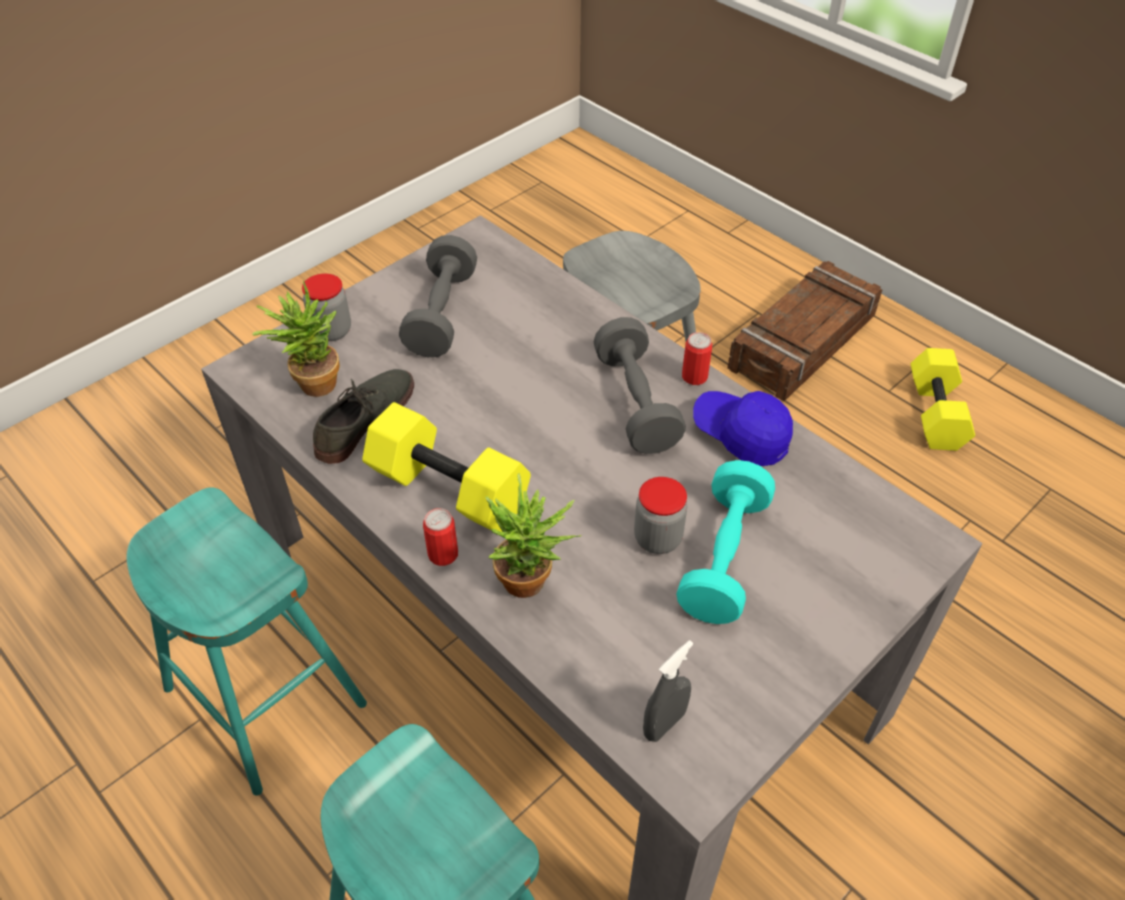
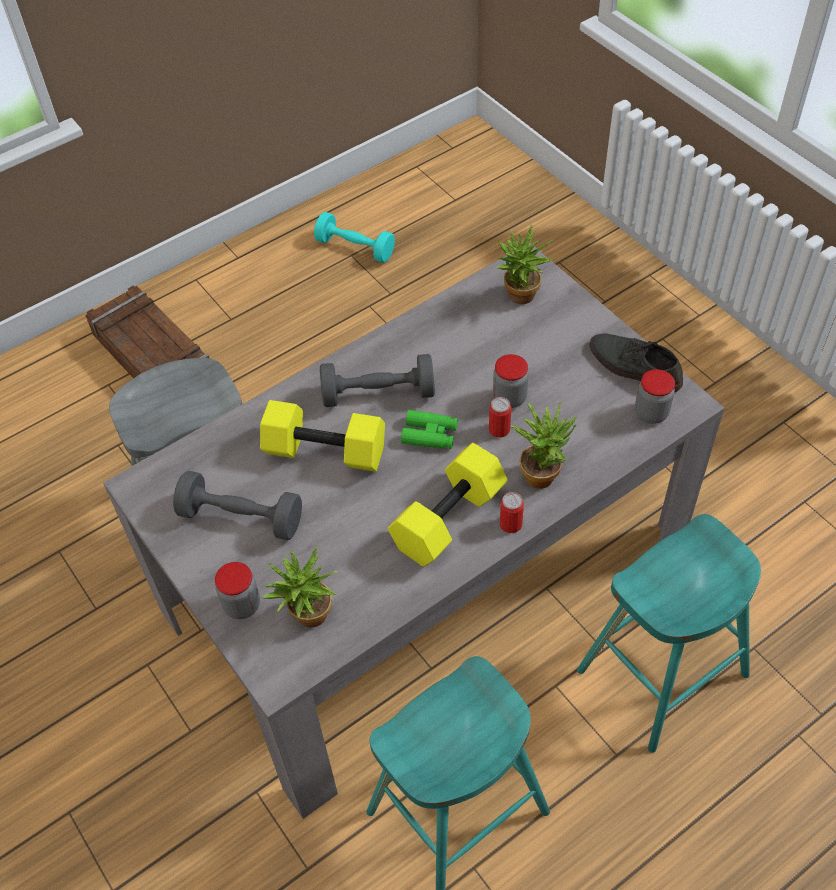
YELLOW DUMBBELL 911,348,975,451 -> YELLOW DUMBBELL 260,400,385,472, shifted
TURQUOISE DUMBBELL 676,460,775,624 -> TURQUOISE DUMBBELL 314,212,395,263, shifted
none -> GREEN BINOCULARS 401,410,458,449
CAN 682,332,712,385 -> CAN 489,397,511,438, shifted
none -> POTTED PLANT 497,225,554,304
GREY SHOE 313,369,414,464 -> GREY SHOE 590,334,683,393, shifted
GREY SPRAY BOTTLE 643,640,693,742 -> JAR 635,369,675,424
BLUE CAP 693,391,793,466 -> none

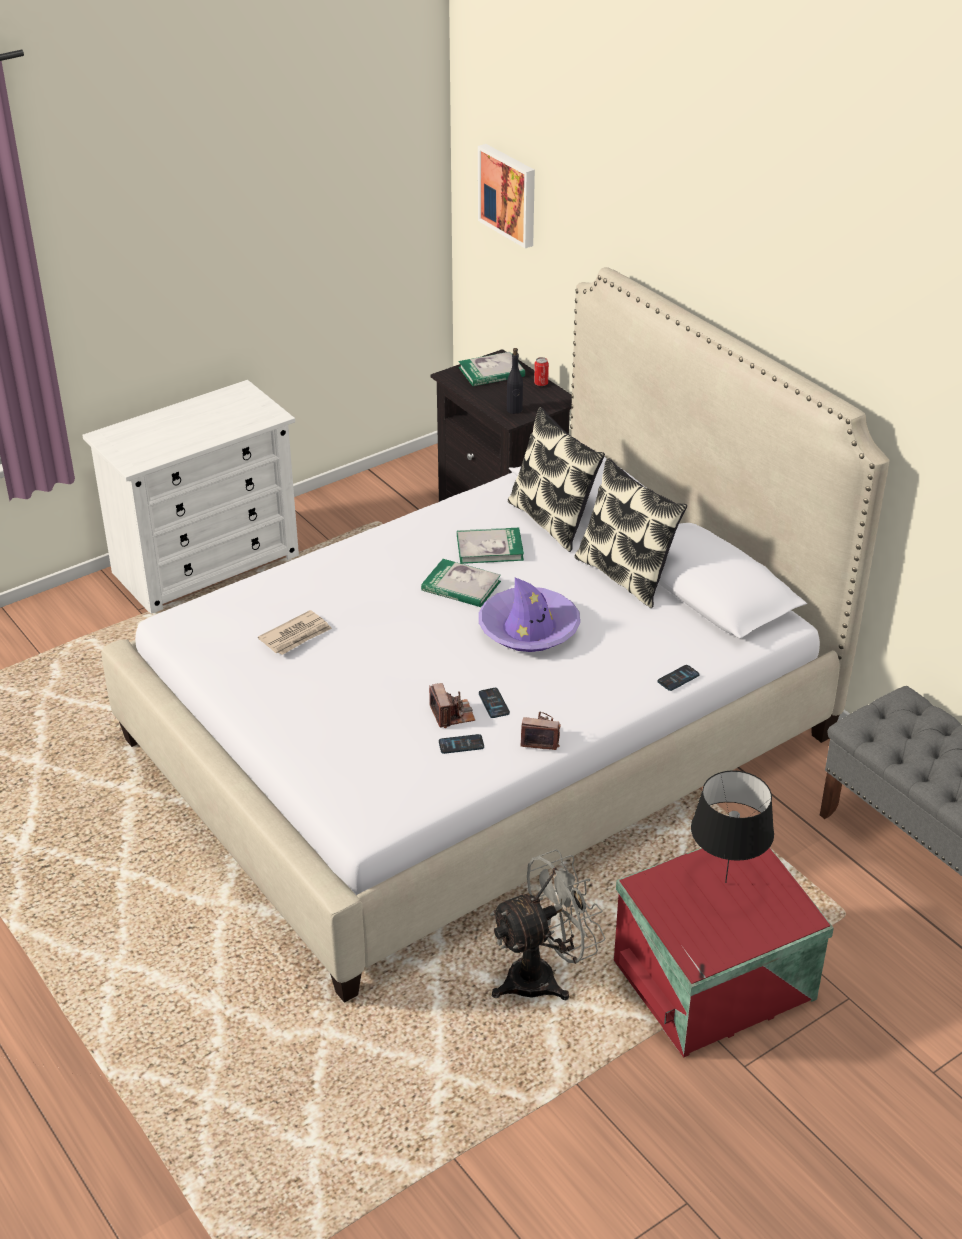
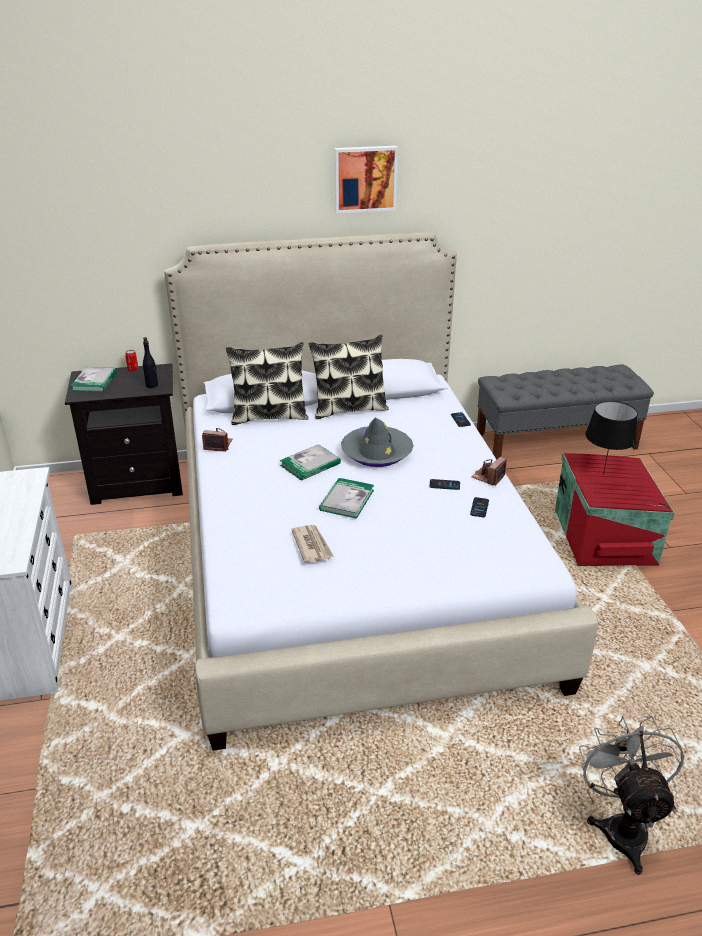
PHOTO CAMERA 429,683,475,728 -> PHOTO CAMERA 202,428,232,451, shifted
BOOK 457,528,524,564 -> BOOK 319,478,374,519, shifted
PICTURE 478,144,535,248 -> PICTURE 334,146,398,213, shifted
PURPLE HAT 479,577,580,652 -> GREY HAT 341,417,413,467
GREY FAN 490,849,605,1001 -> GREY FAN 579,716,684,875, shifted

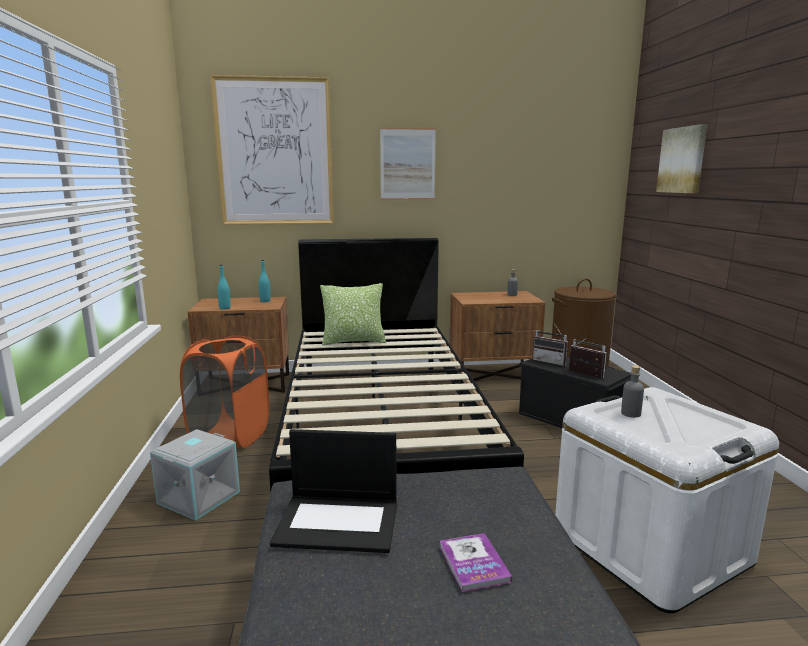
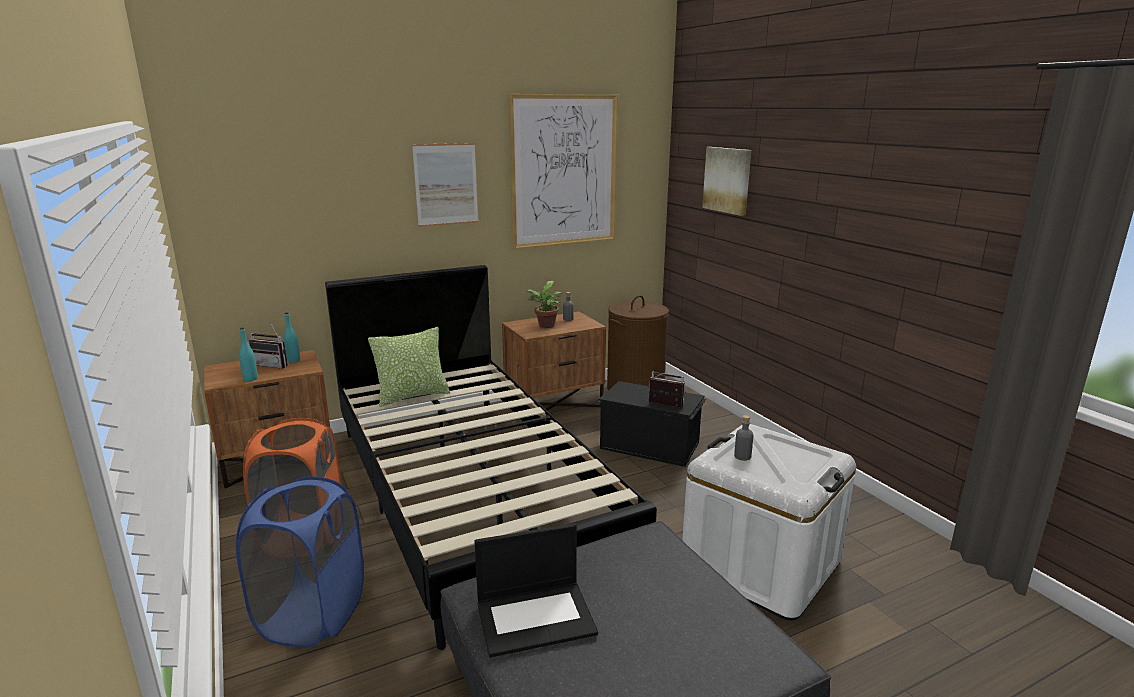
GREY STORAGE BOX 150,429,240,521 -> BLUE LAUNDRY BASKET 236,476,364,648
RADIO 533,322,569,366 -> RADIO 249,322,288,369, shifted
PICTURE 210,75,334,225 -> PICTURE 509,94,618,249, shifted
none -> POTTED PLANT 524,281,562,328
BOOK 439,533,512,592 -> none

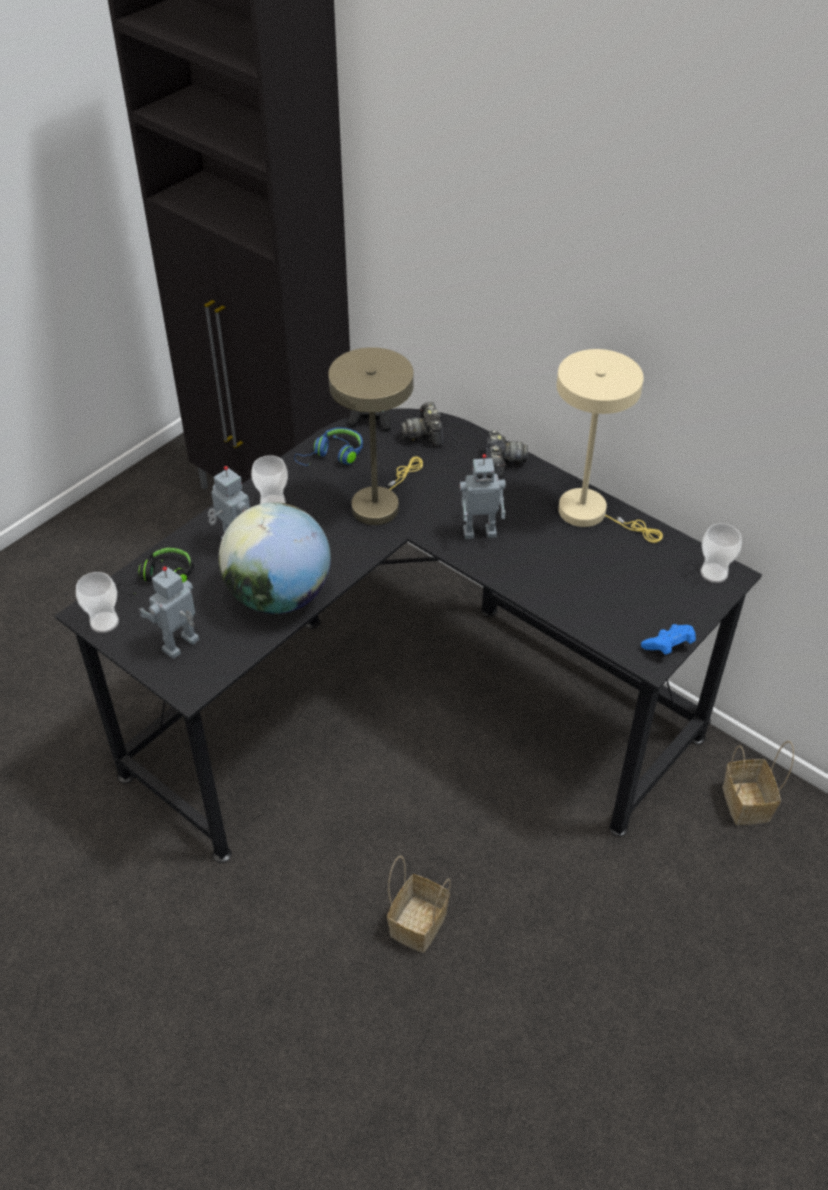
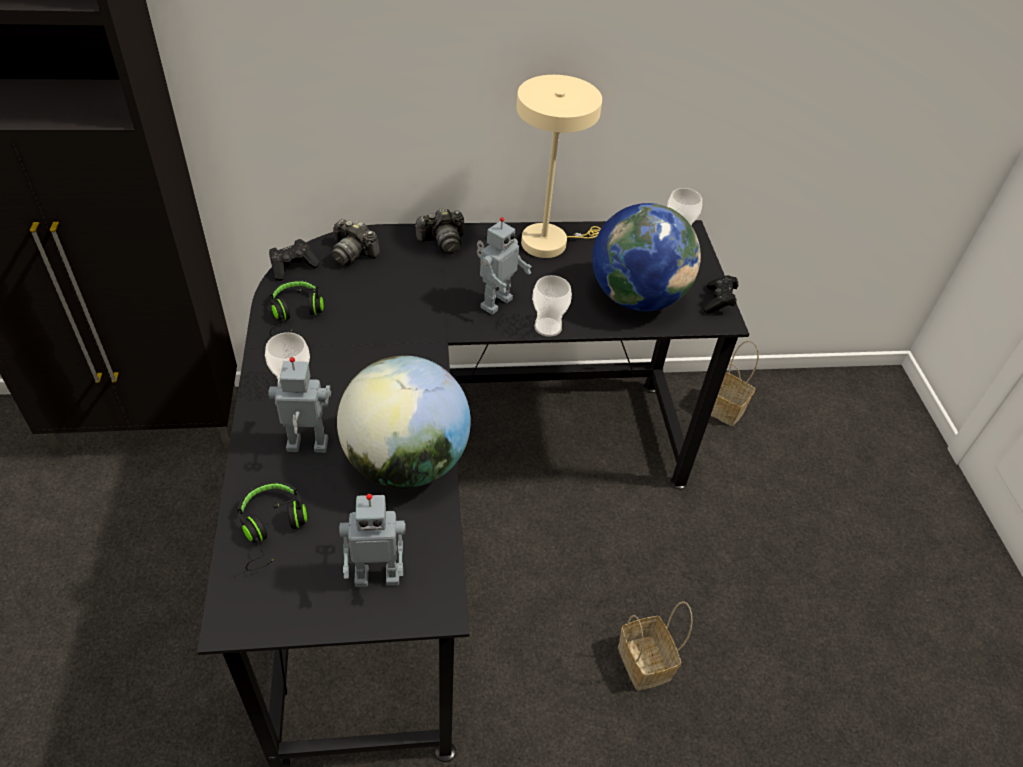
BLUE HEADPHONES 294,427,363,466 -> BLACK HEADPHONES 269,280,324,336
TOY ROBOT 139,566,199,659 -> TOY ROBOT 339,494,406,587, 90 degrees counterclockwise
PHOTO CAMERA 486,430,528,478 -> PHOTO CAMERA 415,208,464,254, 120 degrees clockwise
CUP 76,572,119,633 -> CUP 532,275,572,337, shifted
none -> GLOBE 592,203,701,311
BLUE GAME CONTROLLER 641,624,696,655 -> BLACK GAME CONTROLLER 703,275,738,314
BEIGE TABLE LAMP 328,347,423,525 -> none

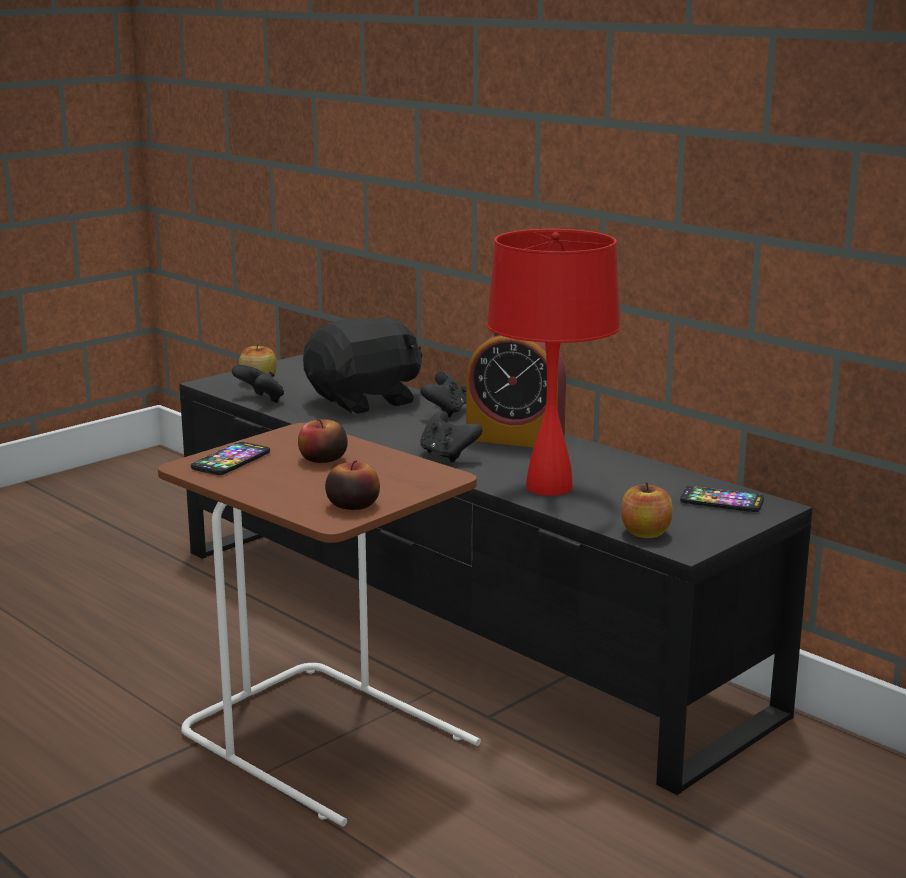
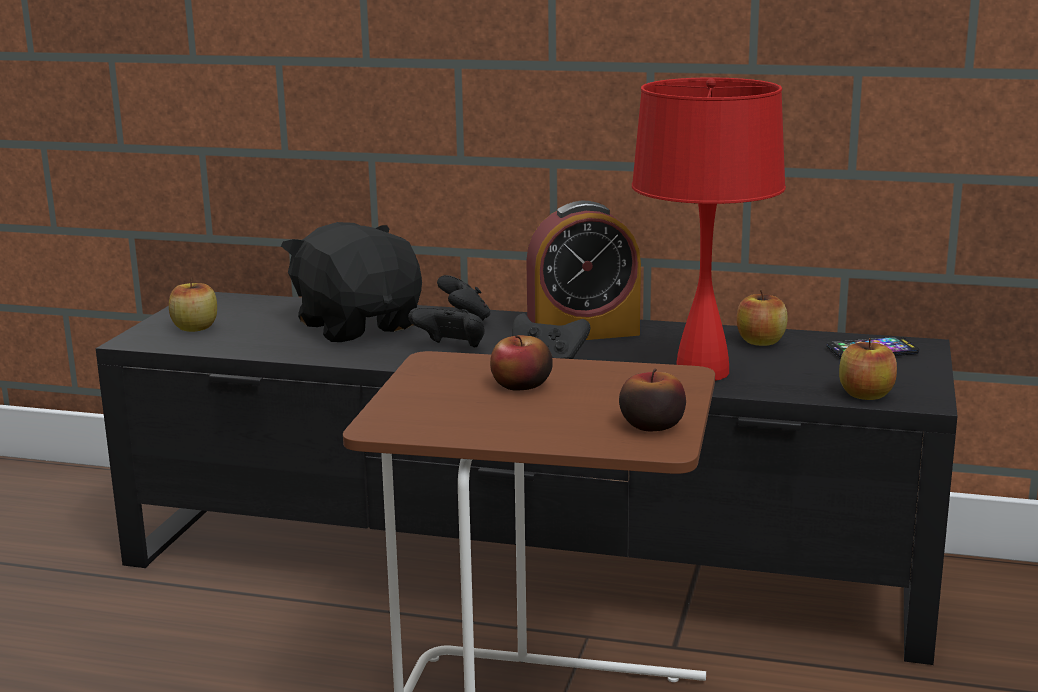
BLACK PLUSH TOY 303,317,423,414 -> BLACK PLUSH TOY 281,222,422,342, 60 degrees counterclockwise
BLACK GAME CONTROLLER 232,365,284,403 -> BLACK GAME CONTROLLER 408,308,484,348, shifted
none -> APPLE 737,290,788,346
PHONE 191,442,270,475 -> none

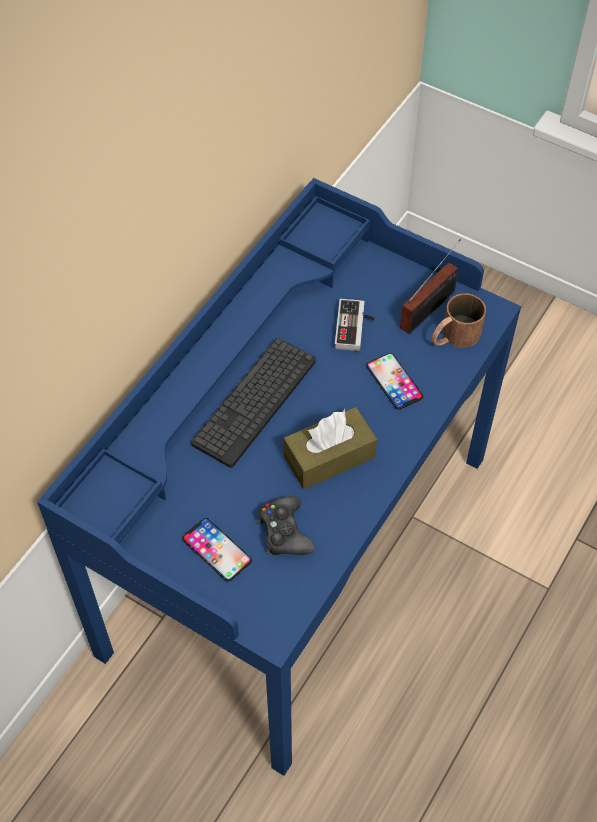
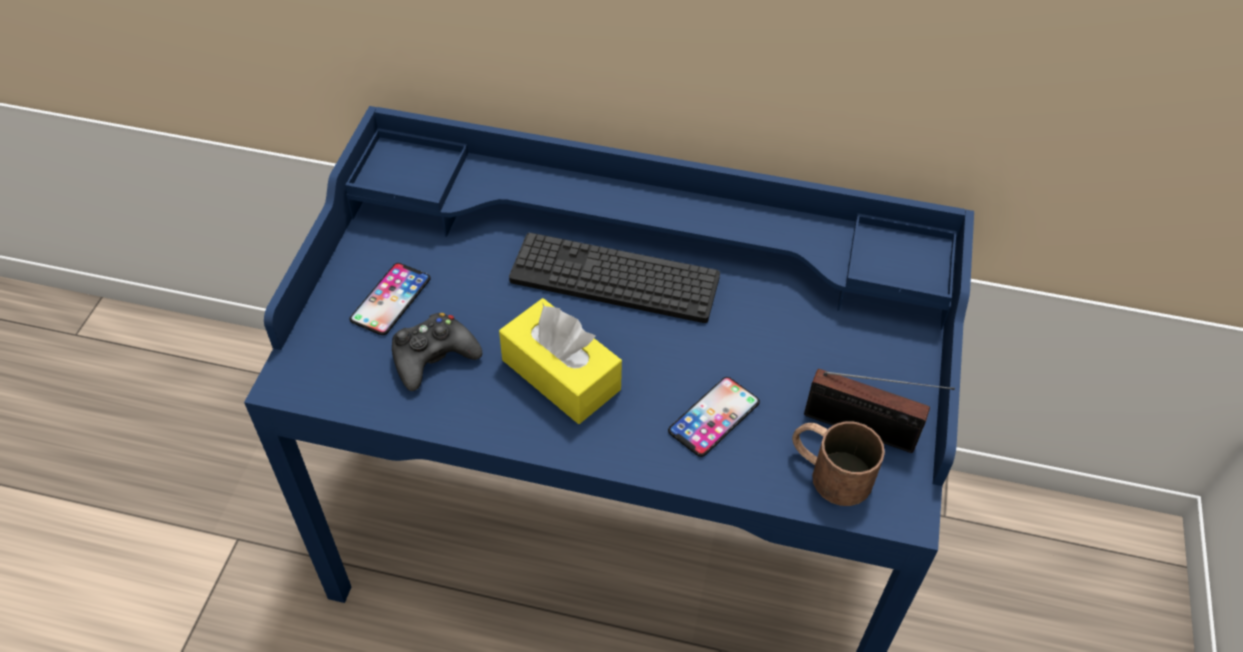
BROWN TISSUE BOX 284,407,377,489 -> YELLOW TISSUE BOX 499,298,622,424
GAME CONTROLLER 335,299,375,351 -> none

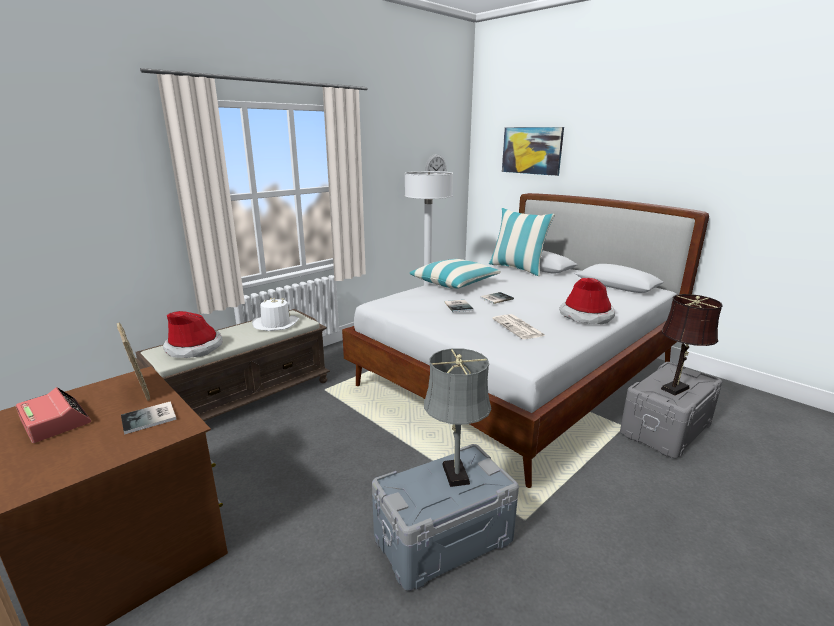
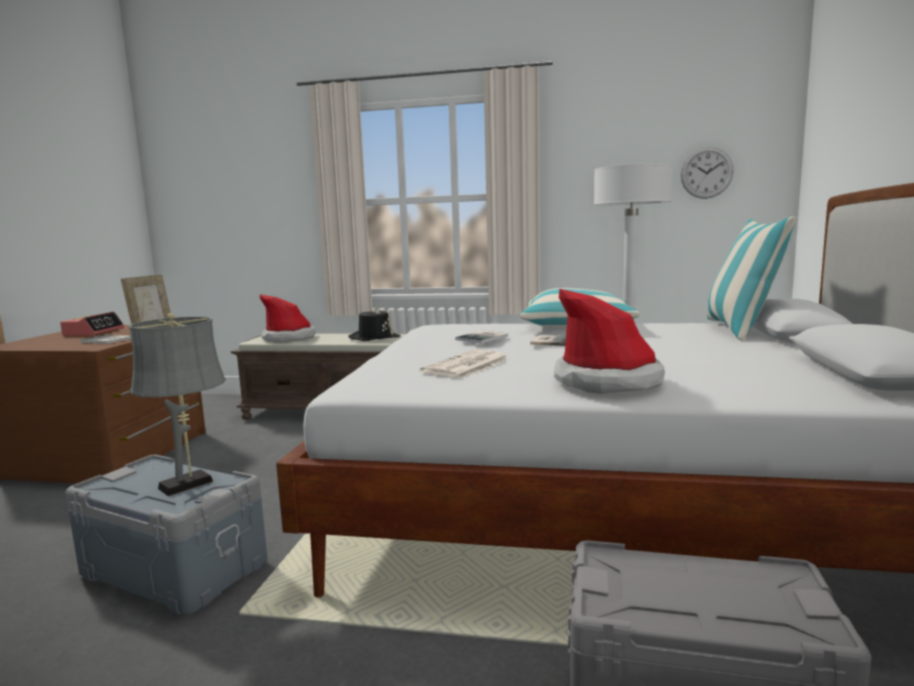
WHITE HAT 252,298,299,331 -> BLACK HAT 348,308,401,341
PICTURE 502,127,564,176 -> none
BROWN TABLE LAMP 661,294,723,395 -> none

